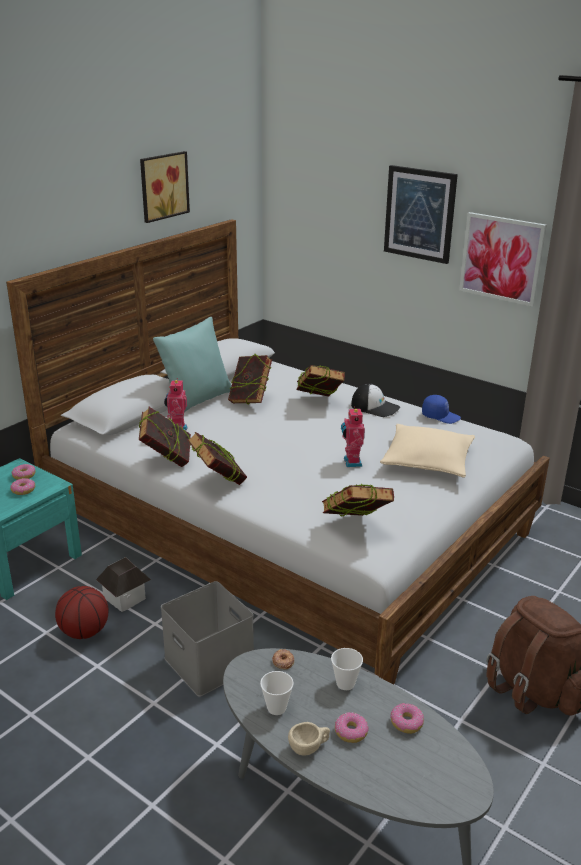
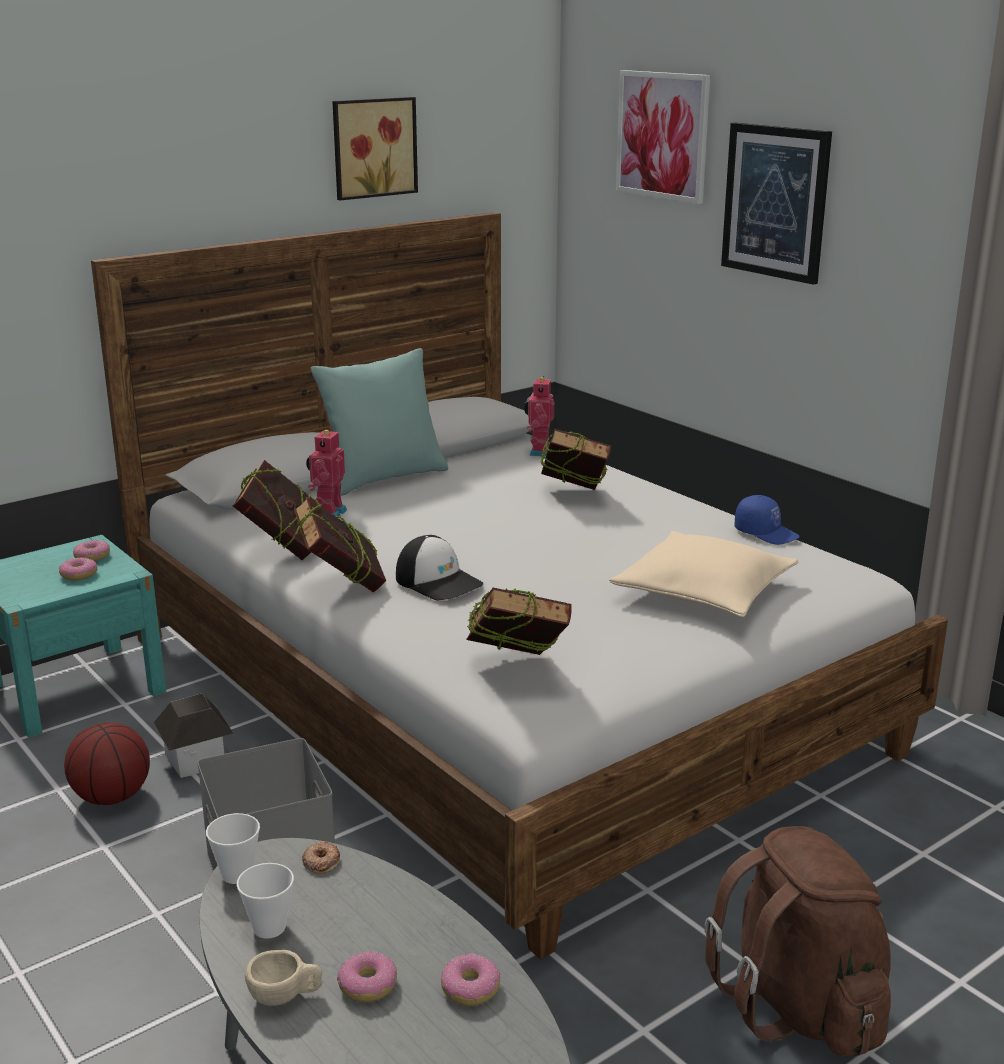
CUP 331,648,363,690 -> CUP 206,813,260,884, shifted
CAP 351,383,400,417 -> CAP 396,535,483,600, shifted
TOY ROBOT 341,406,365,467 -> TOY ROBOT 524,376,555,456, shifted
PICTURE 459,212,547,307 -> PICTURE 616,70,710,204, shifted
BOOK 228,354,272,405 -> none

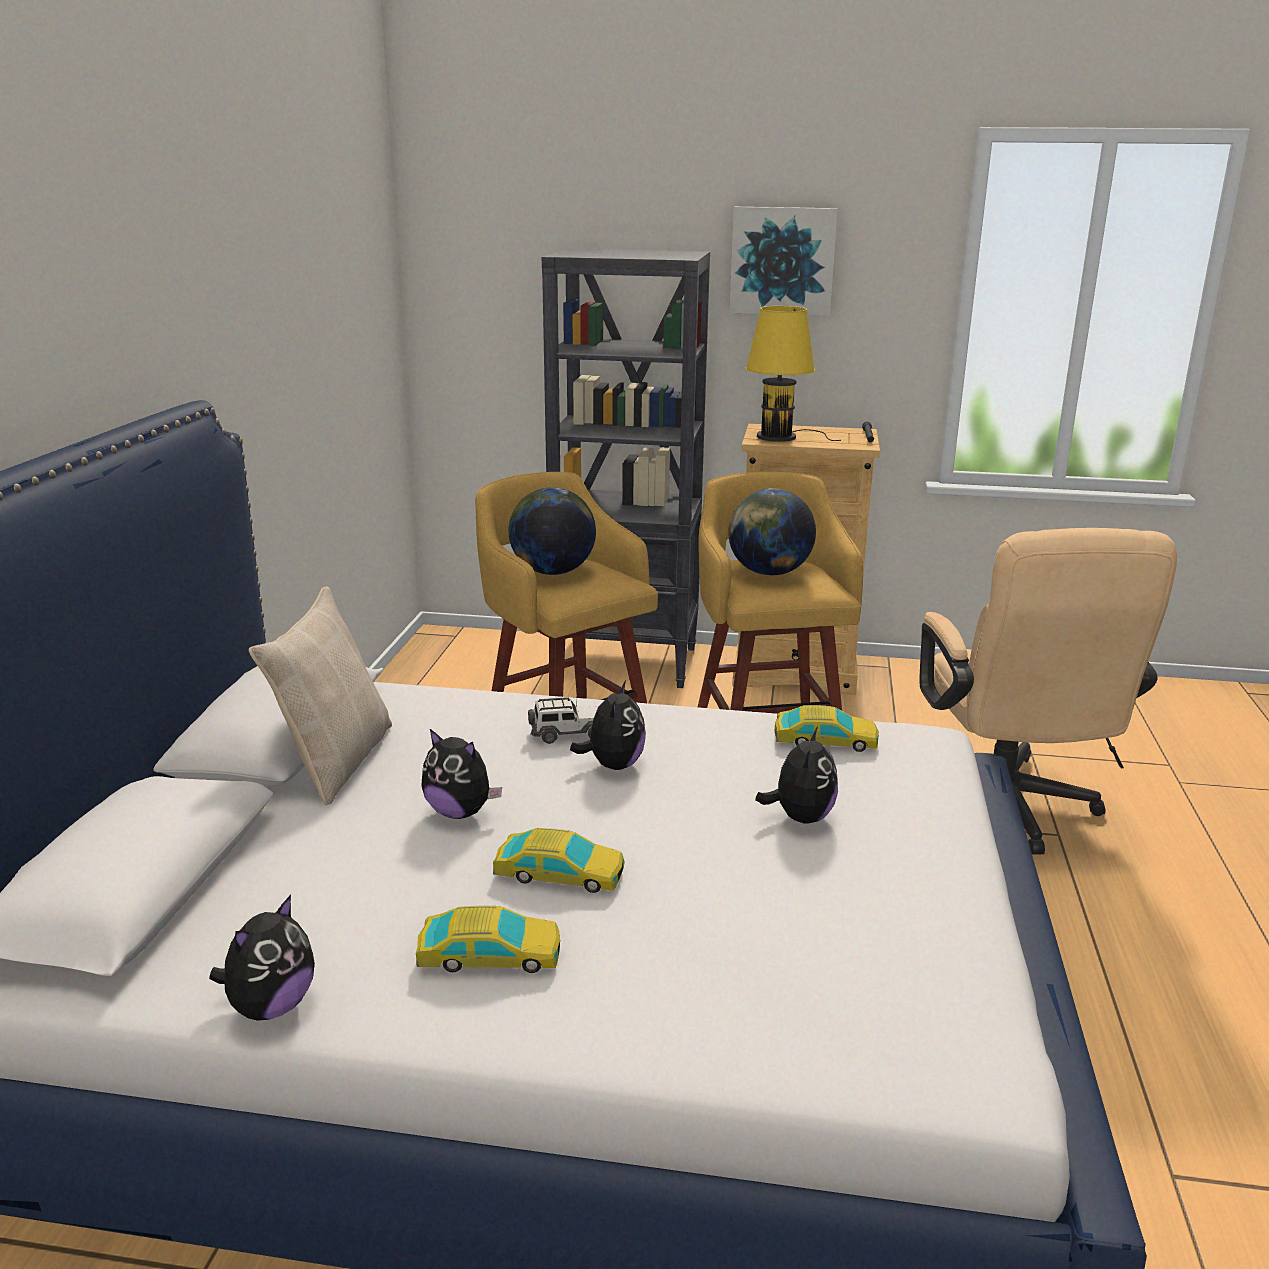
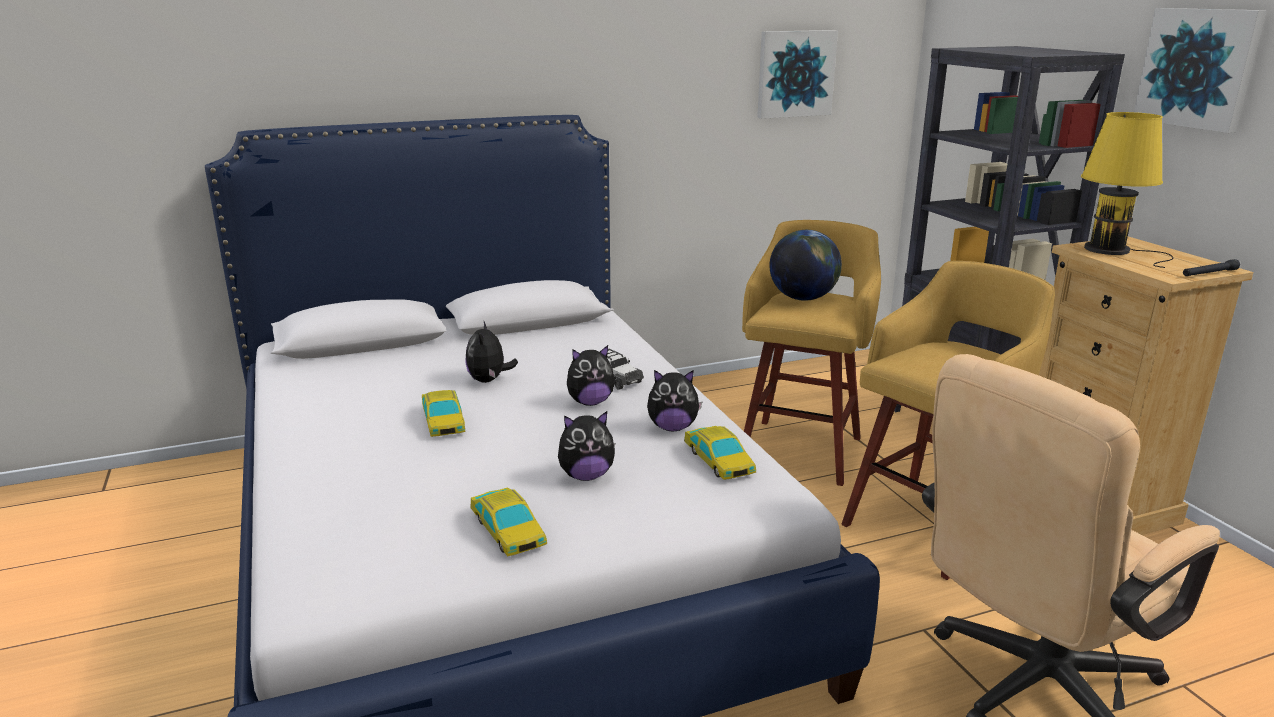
TOY CAR 416,906,560,973 -> TOY CAR 470,487,547,556, shifted
PLUSH TOY 209,895,315,1021 -> PLUSH TOY 647,370,703,431, shifted
none -> PICTURE 757,30,838,119
BEIGE PILLOW 249,586,392,805 -> none
GLOBE 728,489,816,576 -> none

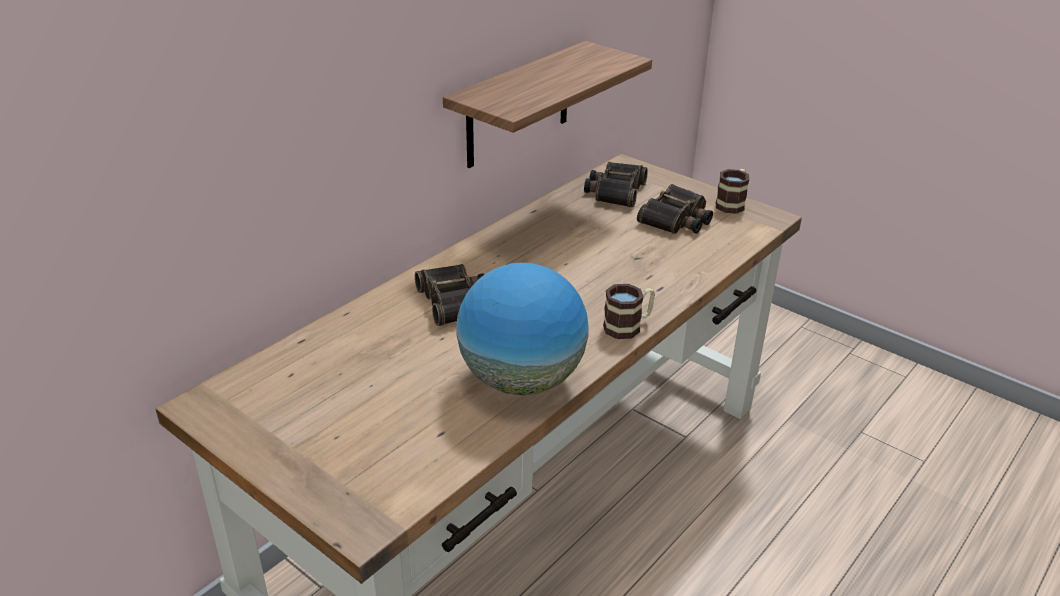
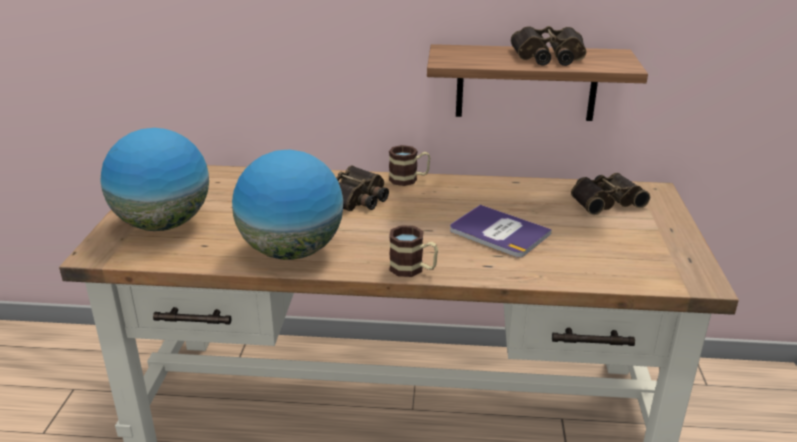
none -> GLOBE 101,128,209,231
MUG 716,169,750,214 -> MUG 389,145,430,186, shifted
none -> BOOK 450,205,552,257
BINOCULARS 637,184,713,234 -> BINOCULARS 511,26,587,66, shifted

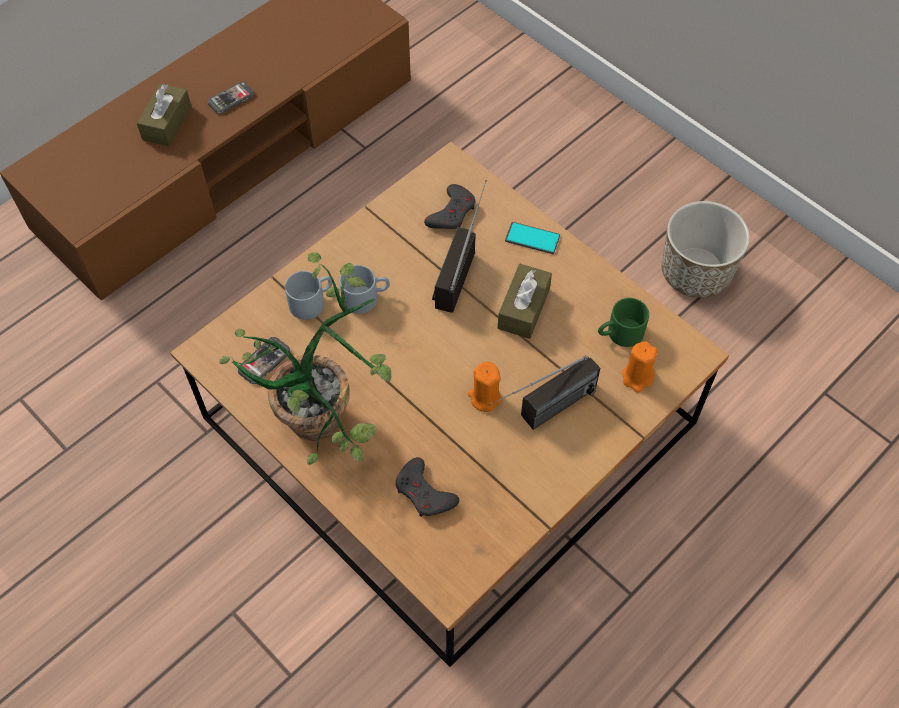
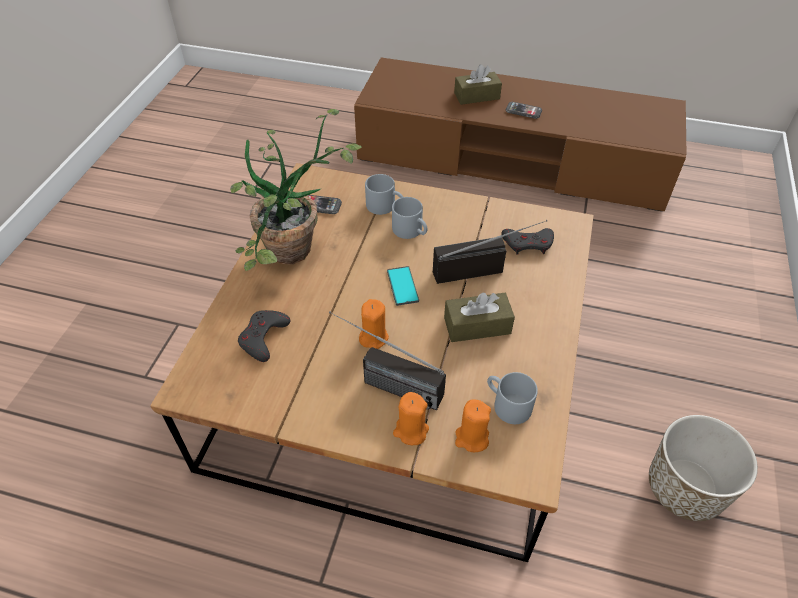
PHONE 505,222,560,254 -> PHONE 387,266,419,306, shifted
none -> ORANGE CANDLE 393,392,429,445
GREEN MUG 598,298,649,347 -> GREY MUG 487,372,538,424

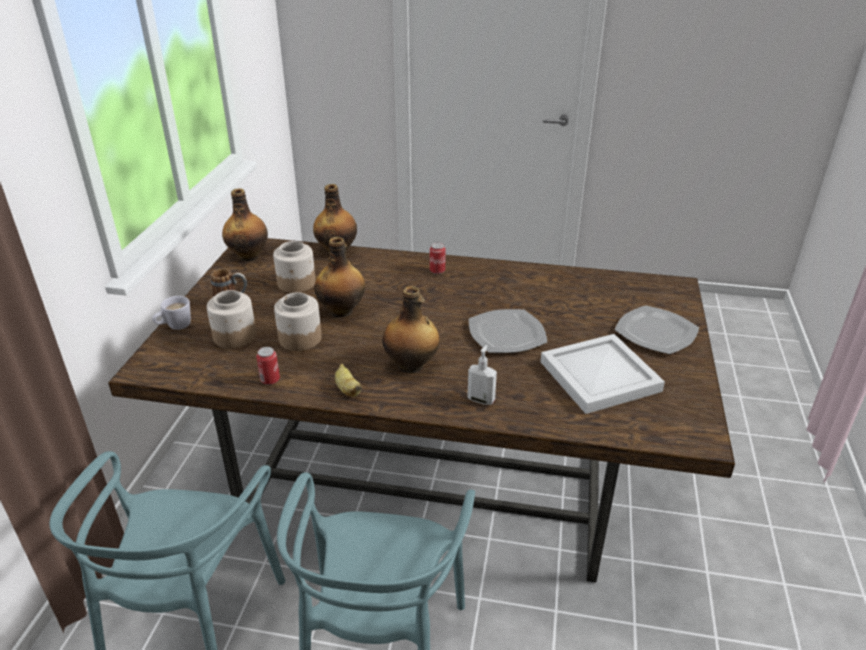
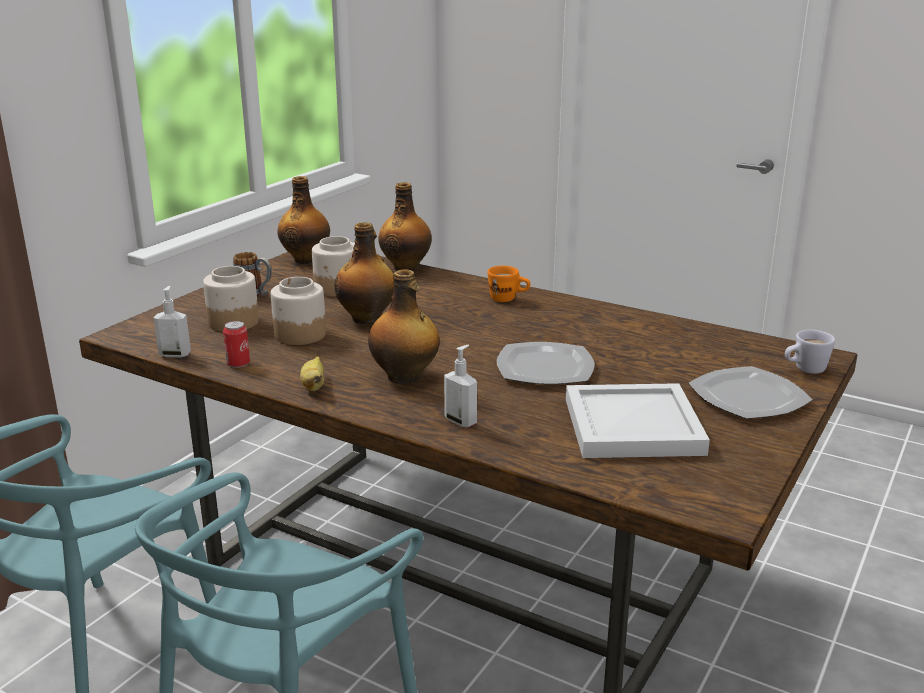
none -> SOAP DISPENSER 153,286,191,358
CAN 430,243,445,274 -> ORANGE MUG 487,266,530,302
WHITE MUG 152,296,191,330 -> WHITE MUG 785,330,835,374, shifted

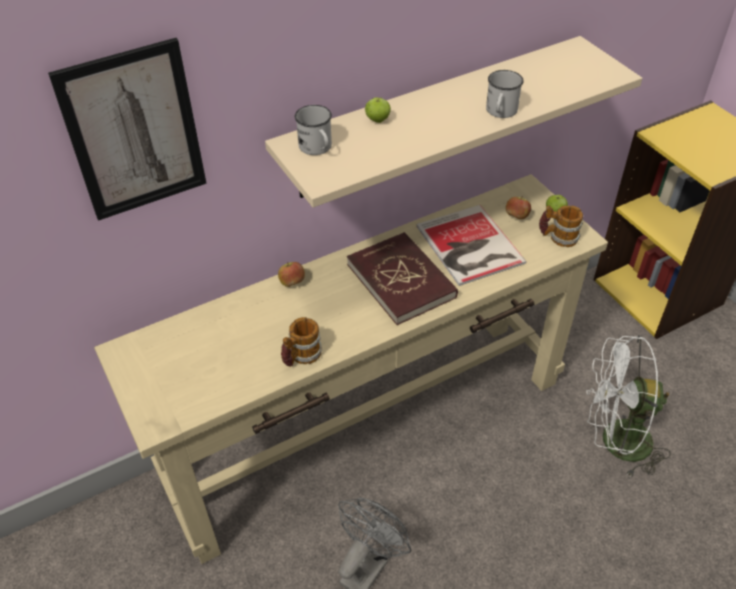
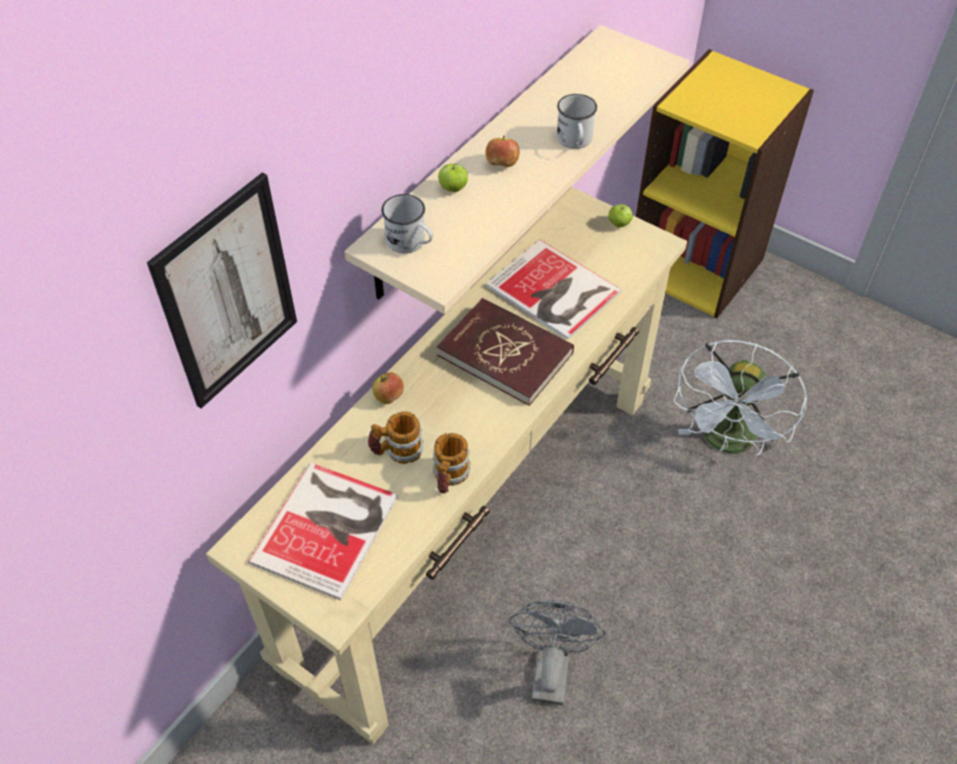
none -> BOOK 248,462,398,600
MUG 539,205,583,247 -> MUG 368,412,424,464, shifted
APPLE 506,197,531,219 -> APPLE 486,135,520,167, shifted
WHITE FAN 586,336,671,478 -> WHITE FAN 673,340,807,455, 45 degrees counterclockwise

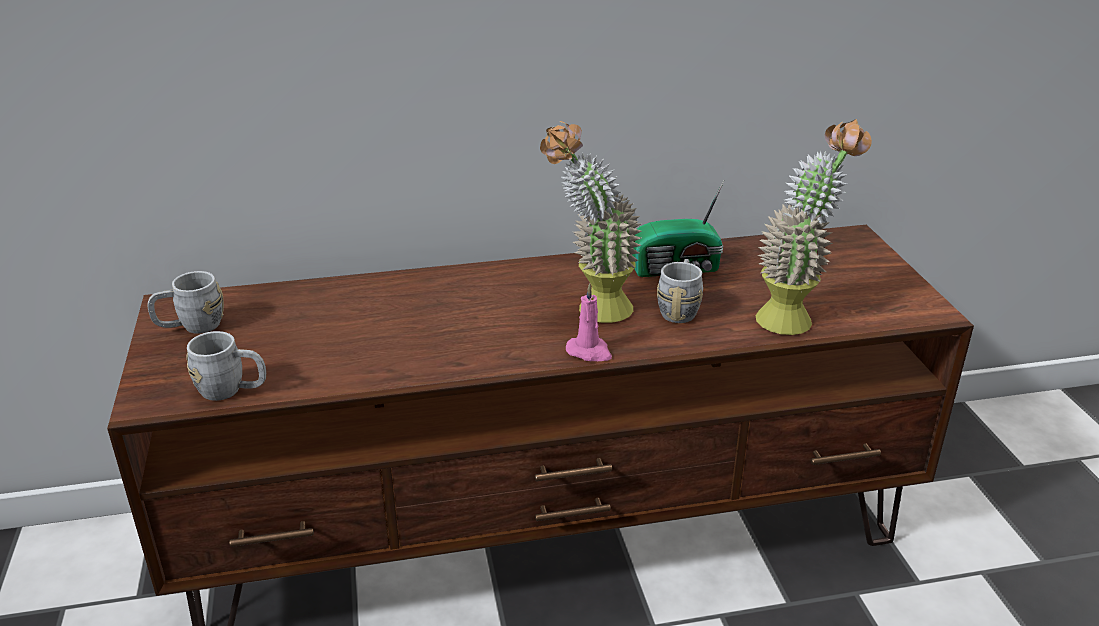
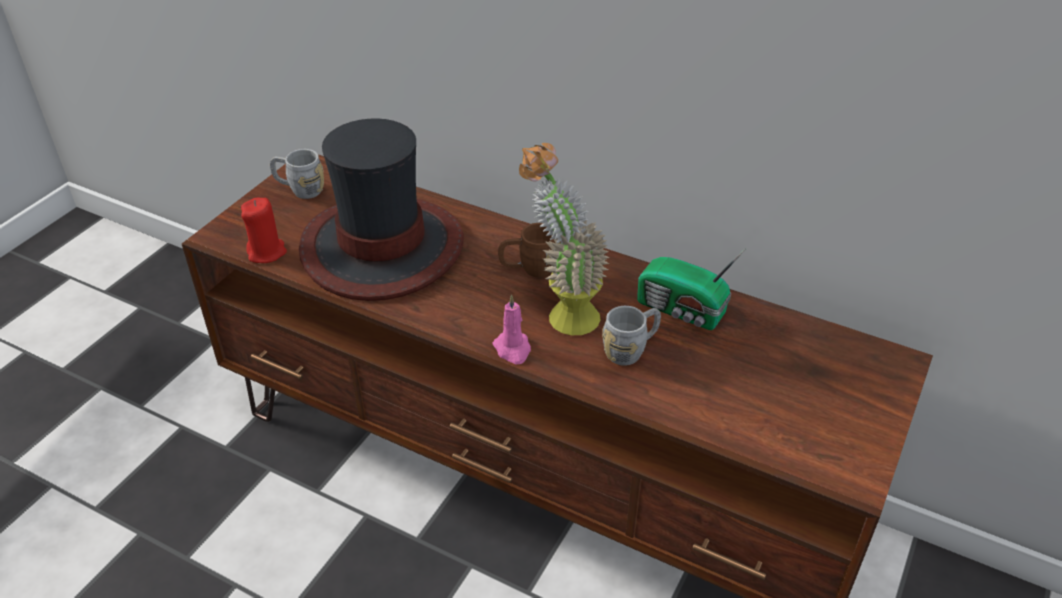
GREY MUG 187,331,266,401 -> RED CANDLE 241,197,287,263
none -> HAT 299,118,464,301
none -> BROWN MUG 498,223,560,277
POTTED PLANT 755,119,872,335 -> none

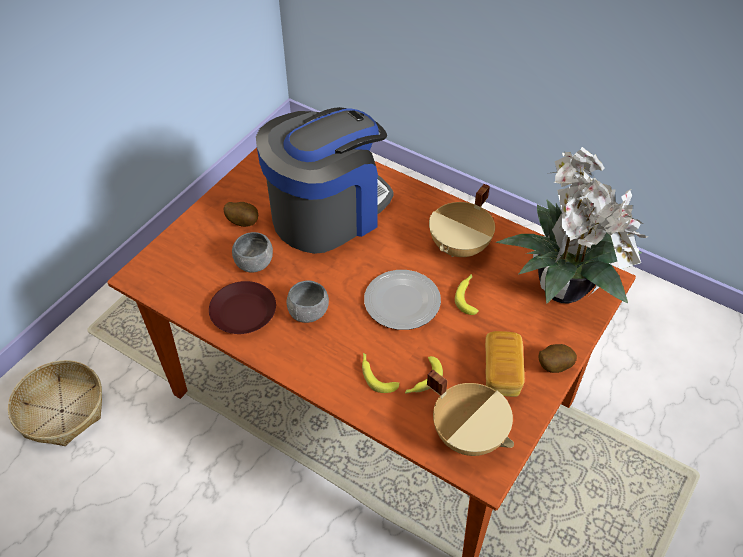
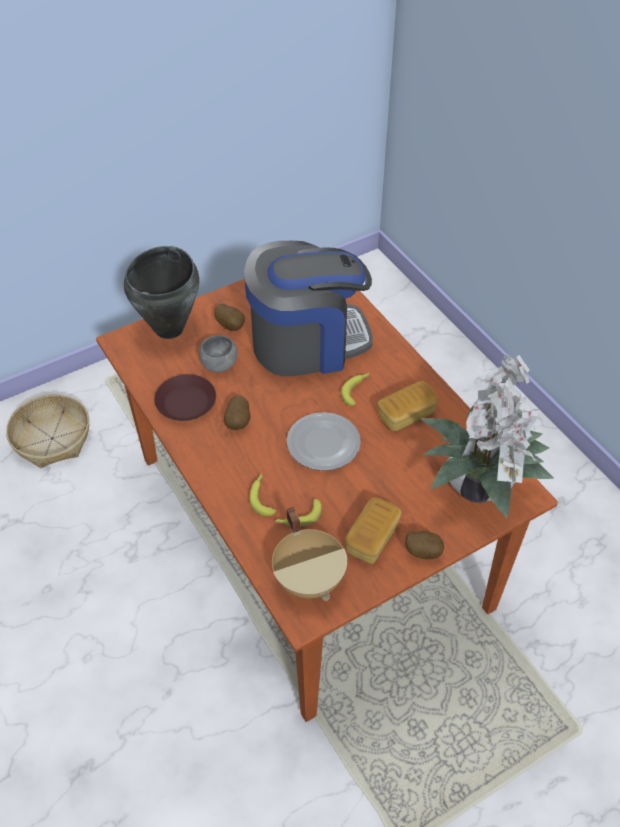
none -> BLACK COOKING POT 124,246,199,339
GREY BOWL 287,281,329,323 -> POTATO 224,395,251,430
BANANA 455,274,479,315 -> BANANA 341,373,369,406, shifted
BEIGE COOKING POT 429,184,495,257 -> BREAD 378,381,438,431

